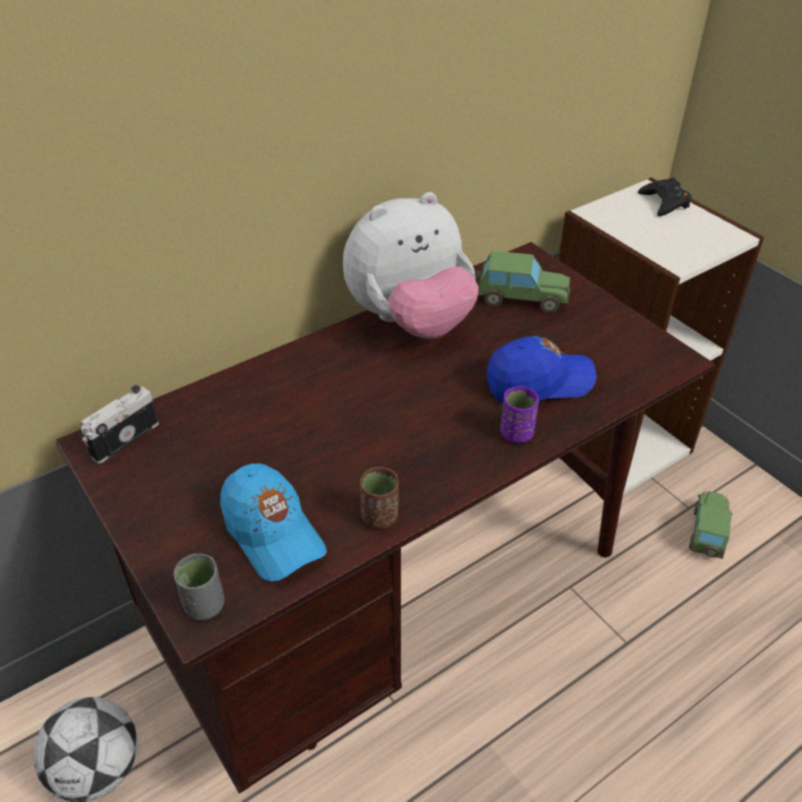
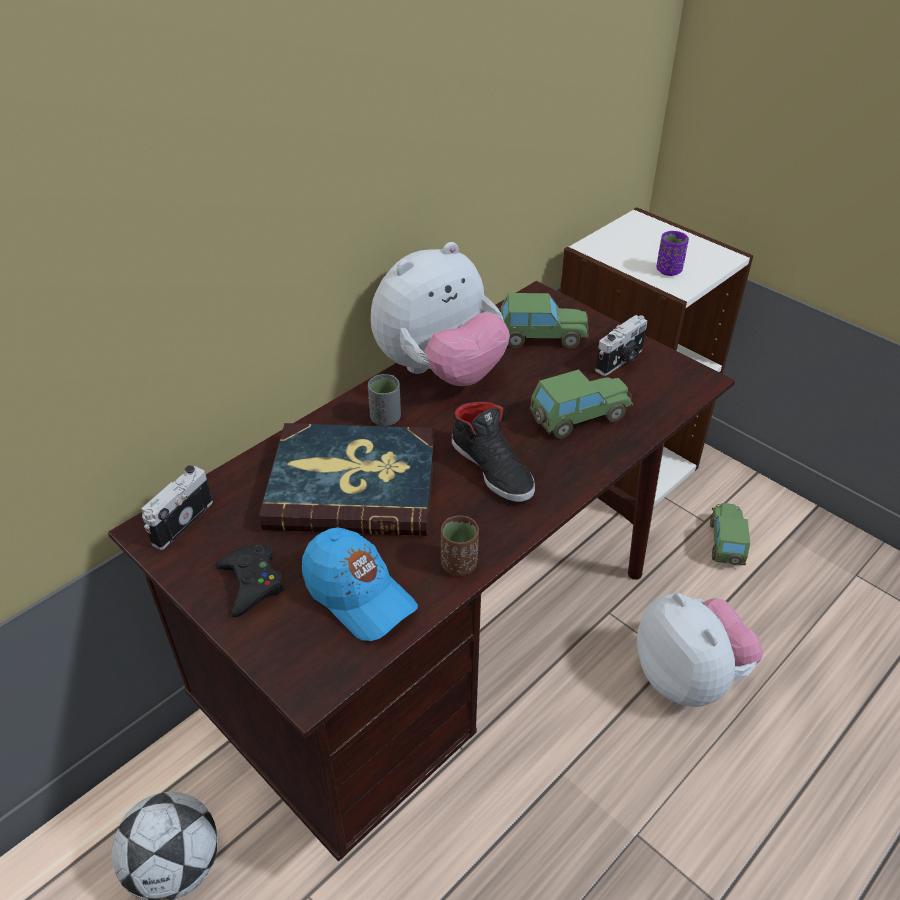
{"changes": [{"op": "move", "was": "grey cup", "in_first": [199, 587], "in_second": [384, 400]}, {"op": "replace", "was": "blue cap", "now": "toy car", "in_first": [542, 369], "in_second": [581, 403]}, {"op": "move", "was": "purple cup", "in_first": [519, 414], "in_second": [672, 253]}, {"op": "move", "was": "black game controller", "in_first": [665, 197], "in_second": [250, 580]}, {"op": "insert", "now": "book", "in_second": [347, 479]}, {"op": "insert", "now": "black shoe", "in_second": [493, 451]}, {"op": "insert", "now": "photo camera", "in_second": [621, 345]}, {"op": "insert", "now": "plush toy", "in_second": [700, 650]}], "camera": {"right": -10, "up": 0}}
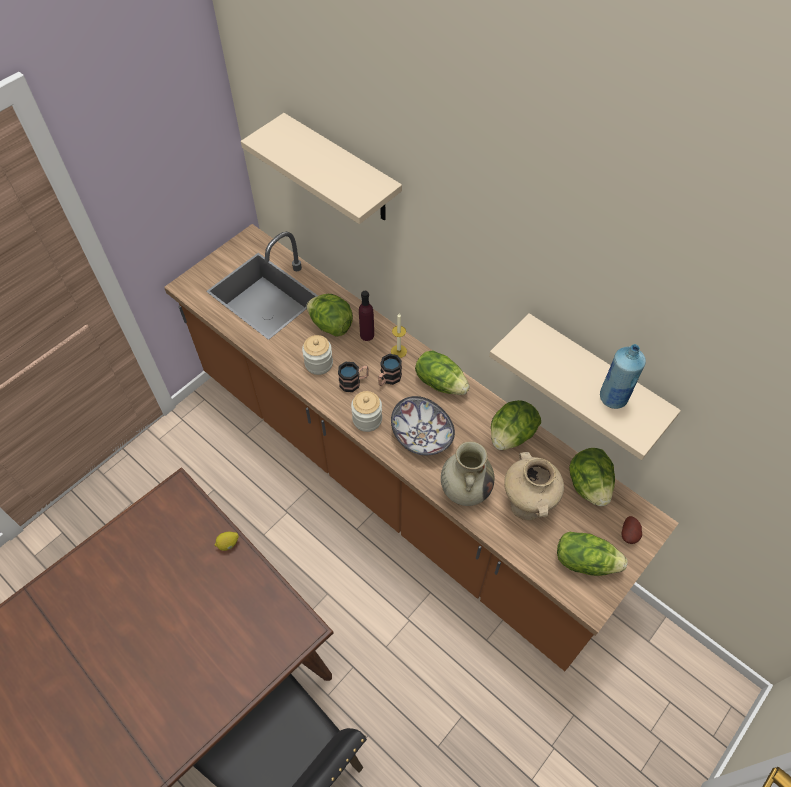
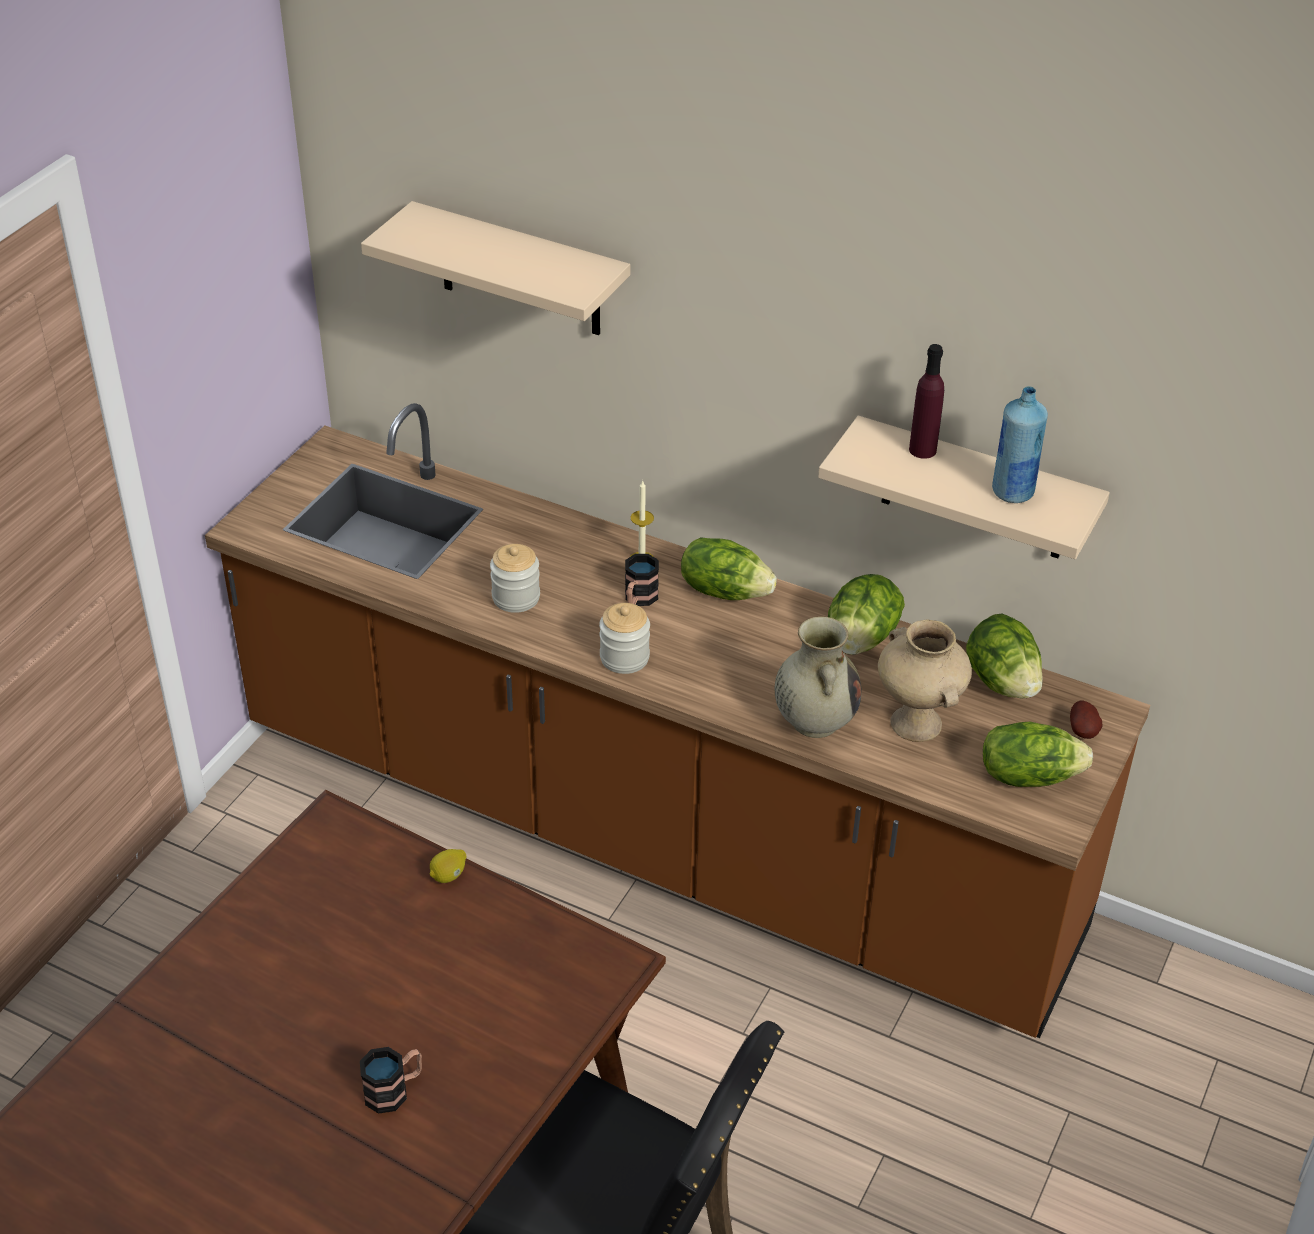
{"changes": [{"op": "delete", "was": "lettuce", "in_first": [329, 315]}, {"op": "move", "was": "mug", "in_first": [353, 377], "in_second": [391, 1080]}, {"op": "move", "was": "purple bottle", "in_first": [366, 316], "in_second": [926, 401]}, {"op": "delete", "was": "bowl", "in_first": [423, 425]}], "camera": {"right": -15, "up": -15}}
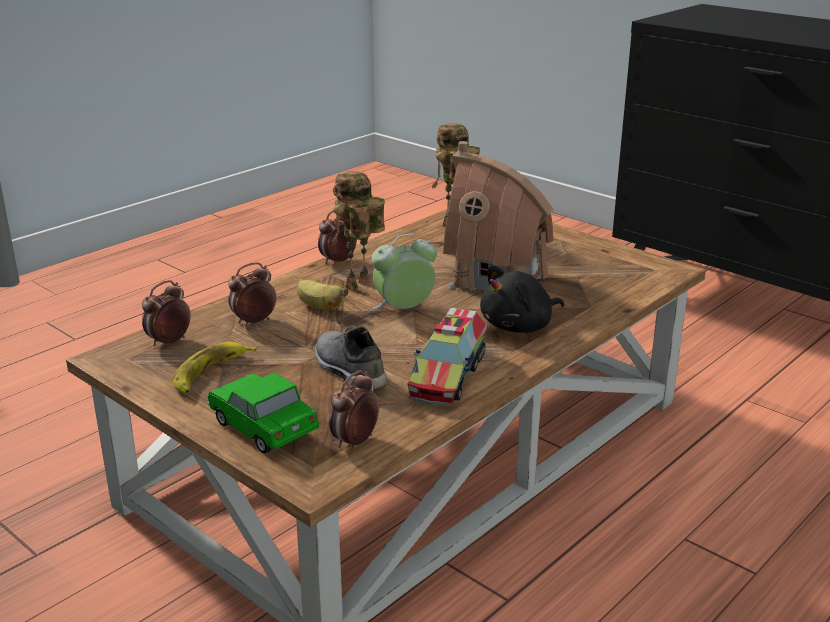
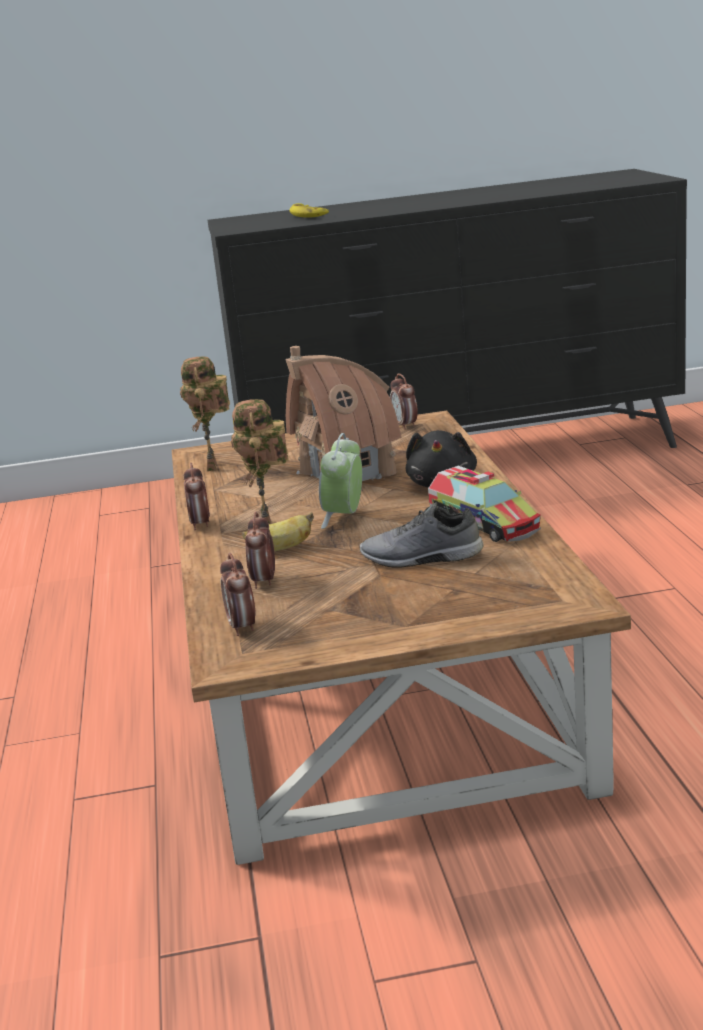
{"changes": [{"op": "move", "was": "banana", "in_first": [214, 368], "in_second": [309, 210]}, {"op": "delete", "was": "toy car", "in_first": [263, 413]}, {"op": "move", "was": "alarm clock", "in_first": [354, 410], "in_second": [404, 402]}], "camera": {"right": -50, "up": -5}}
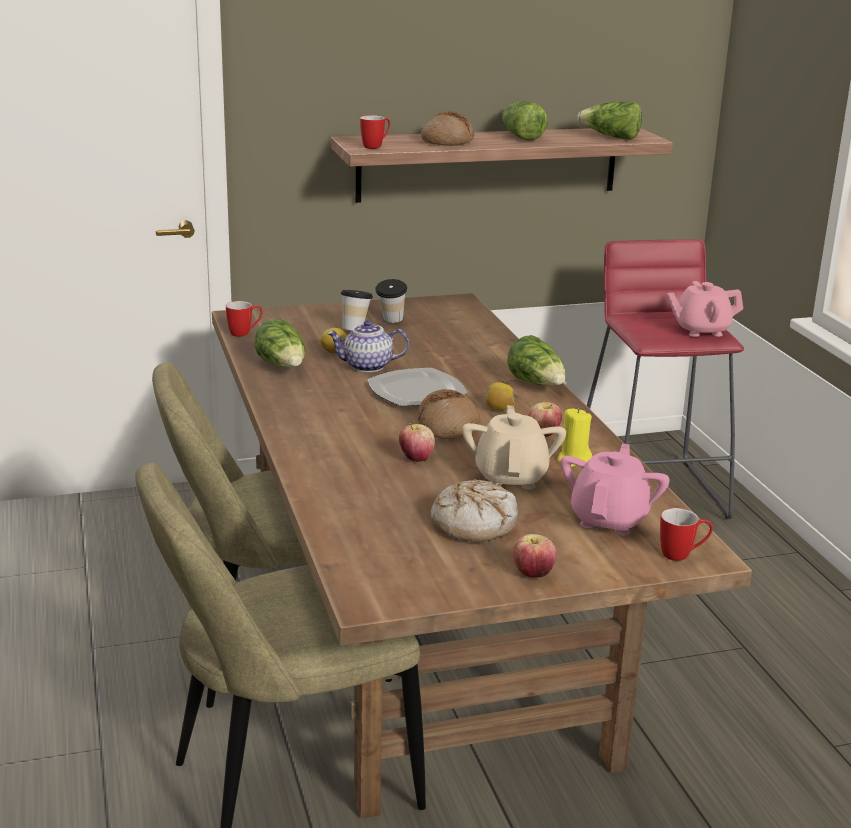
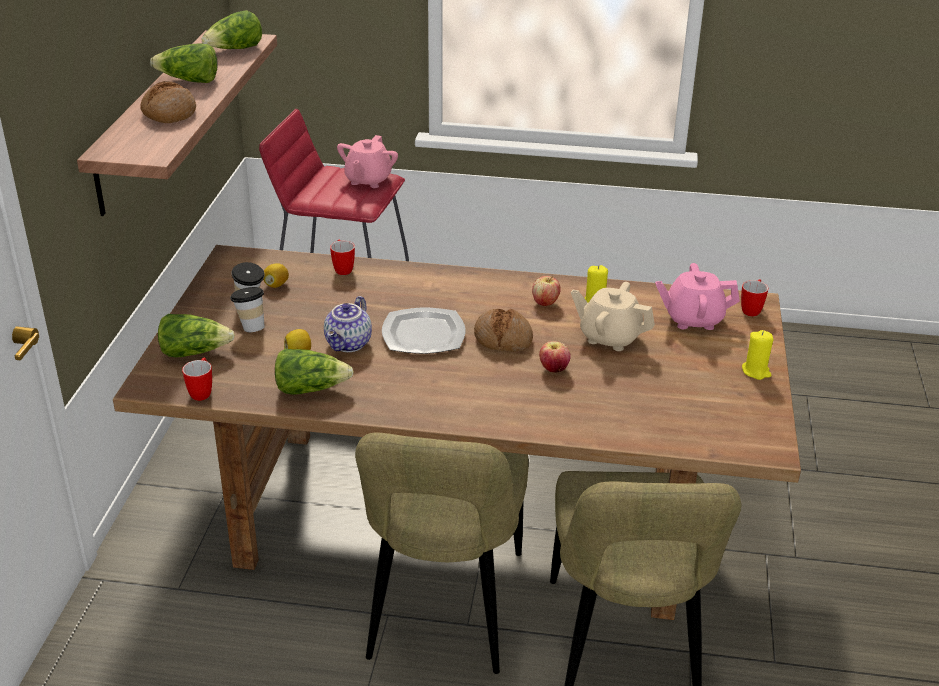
{"changes": [{"op": "move", "was": "mug", "in_first": [375, 132], "in_second": [342, 257]}, {"op": "delete", "was": "bread", "in_first": [474, 510]}, {"op": "move", "was": "lemon", "in_first": [500, 396], "in_second": [276, 275]}, {"op": "move", "was": "lettuce", "in_first": [536, 360], "in_second": [196, 336]}, {"op": "replace", "was": "apple", "now": "yellow candle", "in_first": [534, 556], "in_second": [758, 355]}, {"op": "rotate", "was": "pink teapot", "in_first": [615, 489], "in_second": [697, 296], "clockwise": -45}], "camera": {"right": -65, "up": 10}}
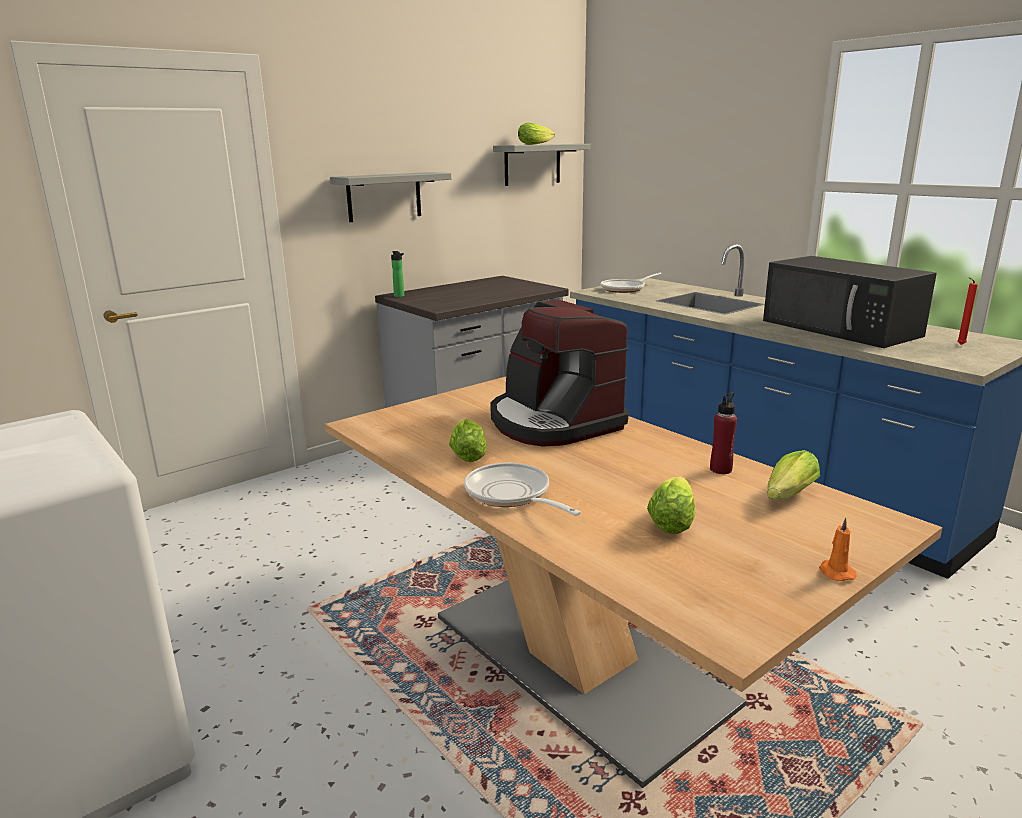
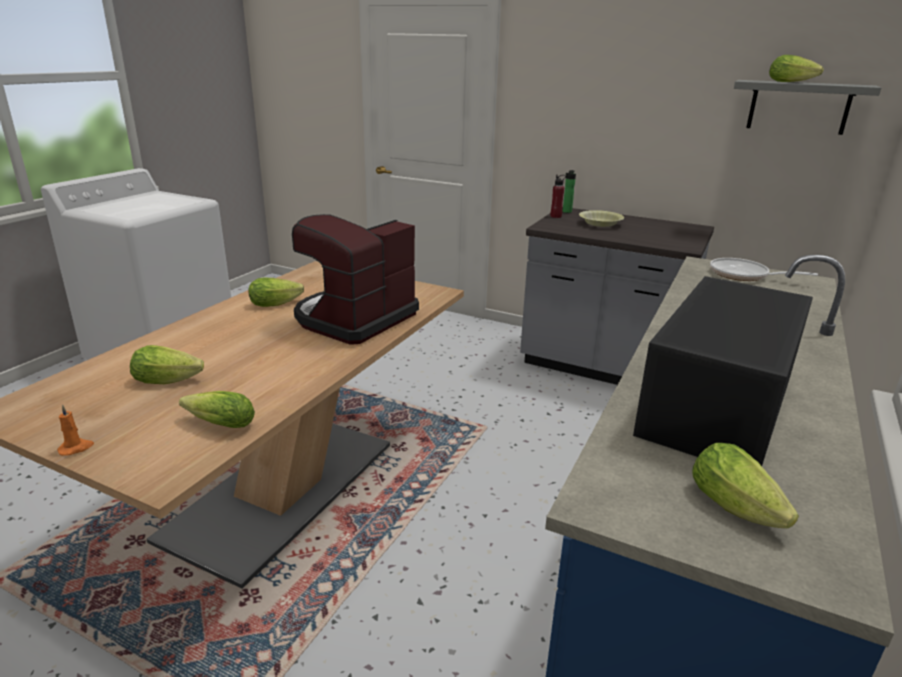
{"changes": [{"op": "delete", "was": "grey shelf", "in_first": [390, 197]}, {"op": "delete", "was": "frying pan", "in_first": [522, 489]}, {"op": "move", "was": "red bottle", "in_first": [723, 433], "in_second": [558, 196]}, {"op": "replace", "was": "red candle", "now": "lettuce", "in_first": [967, 311], "in_second": [745, 485]}, {"op": "insert", "now": "yellow bowl", "in_second": [601, 218]}], "camera": {"right": 65, "up": 5}}
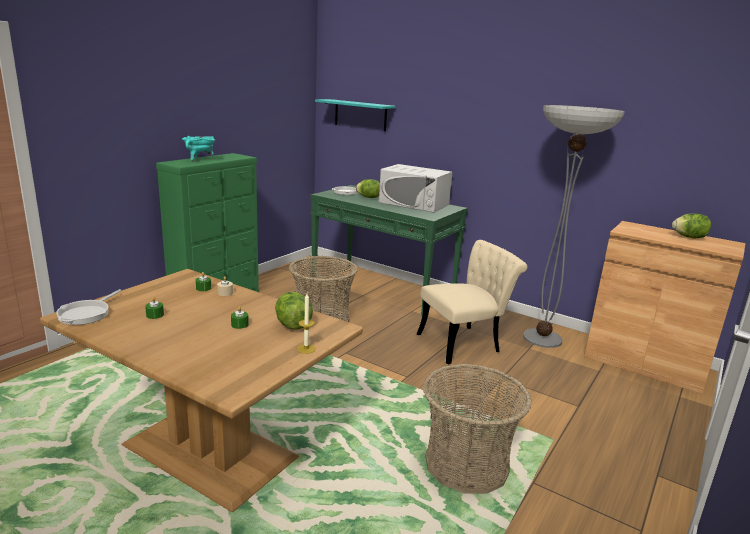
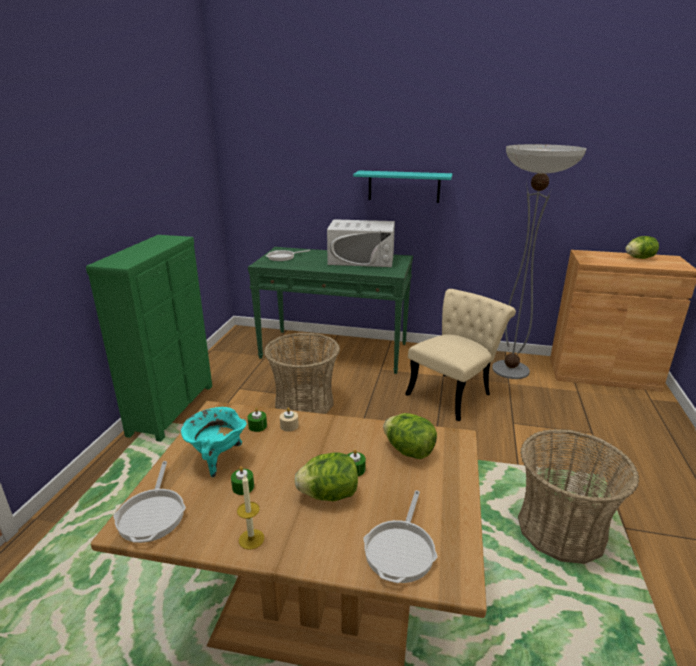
{"changes": [{"op": "move", "was": "turquoise cooking pot", "in_first": [198, 149], "in_second": [214, 442]}, {"op": "move", "was": "candle", "in_first": [306, 324], "in_second": [250, 512]}, {"op": "move", "was": "turquoise shelf", "in_first": [355, 115], "in_second": [402, 187]}, {"op": "move", "was": "lettuce", "in_first": [368, 188], "in_second": [326, 476]}, {"op": "insert", "now": "frying pan", "in_second": [400, 536]}], "camera": {"right": -20, "up": 5}}
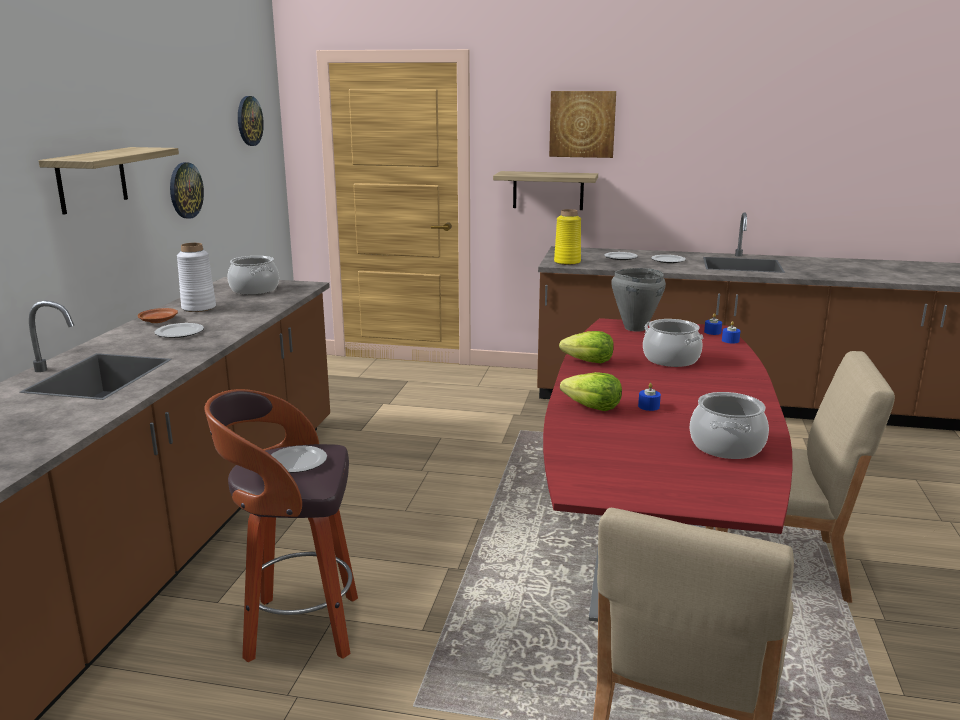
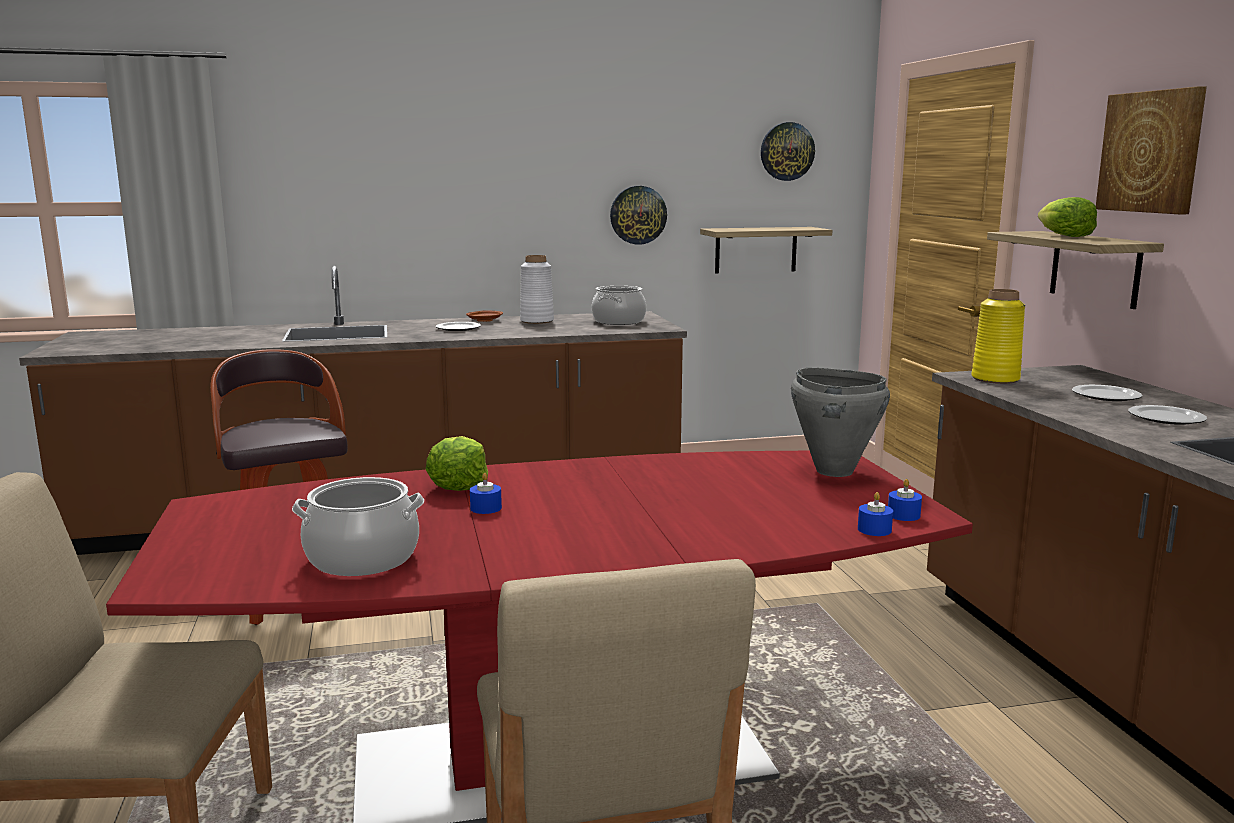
{"changes": [{"op": "move", "was": "shelf", "in_first": [109, 181], "in_second": [766, 250]}, {"op": "delete", "was": "plate", "in_first": [299, 459]}, {"op": "move", "was": "lettuce", "in_first": [586, 347], "in_second": [1067, 217]}, {"op": "delete", "was": "cooking pot", "in_first": [673, 343]}], "camera": {"right": 65, "up": -5}}
